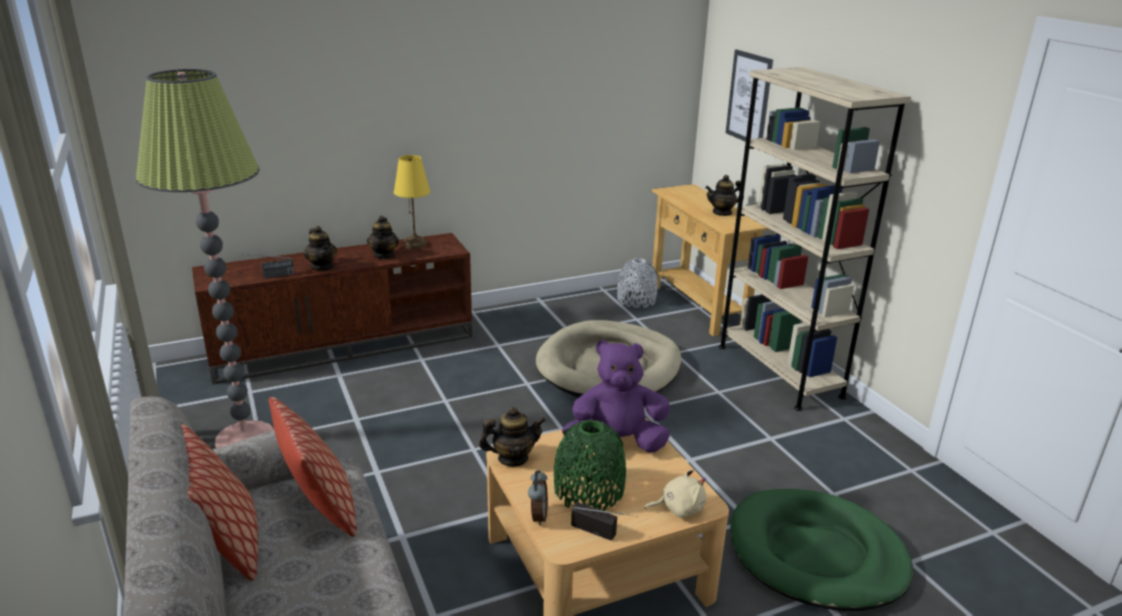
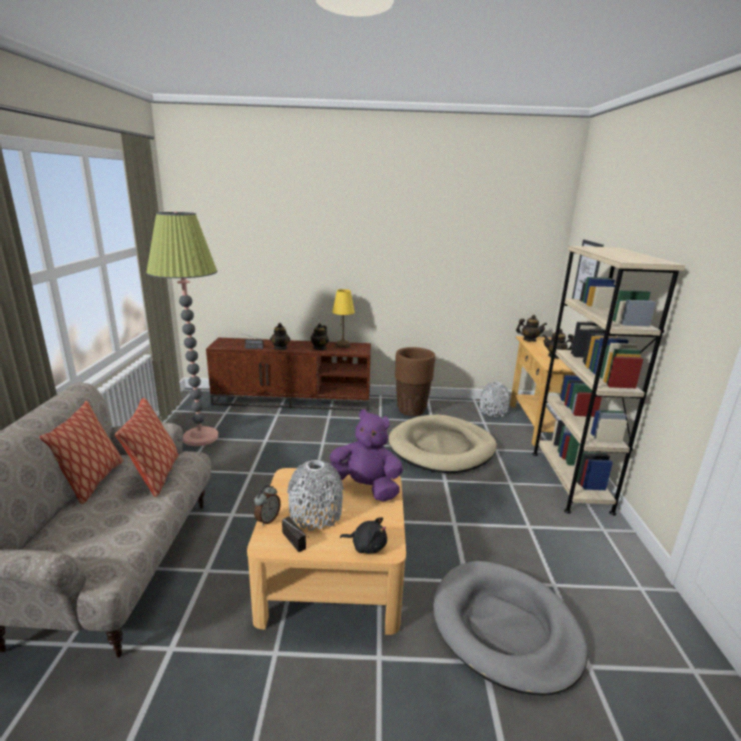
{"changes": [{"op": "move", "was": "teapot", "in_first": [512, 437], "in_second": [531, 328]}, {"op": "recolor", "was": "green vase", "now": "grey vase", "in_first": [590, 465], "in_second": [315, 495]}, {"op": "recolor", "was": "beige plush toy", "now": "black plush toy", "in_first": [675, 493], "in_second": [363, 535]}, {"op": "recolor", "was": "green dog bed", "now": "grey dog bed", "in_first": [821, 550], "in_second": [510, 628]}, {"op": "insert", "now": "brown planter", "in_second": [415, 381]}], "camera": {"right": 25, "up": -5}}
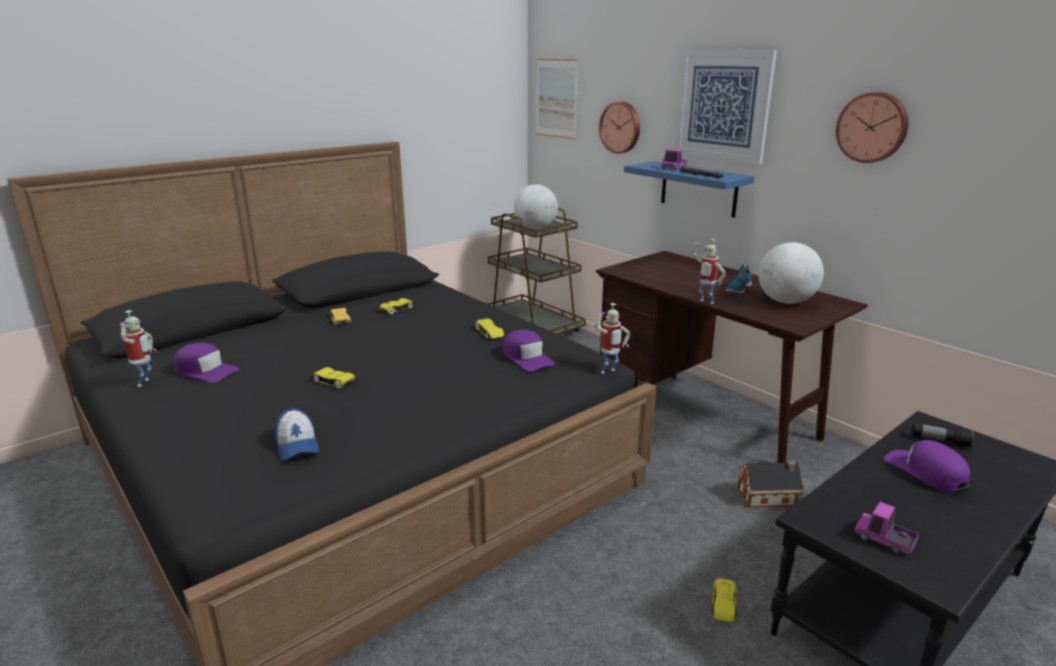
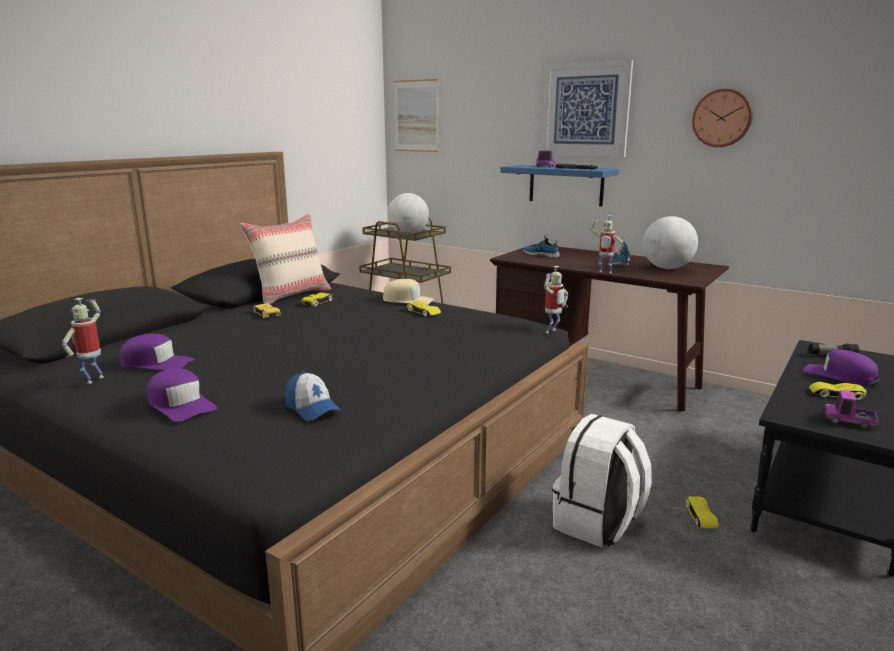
{"changes": [{"op": "rotate", "was": "toy robot", "in_first": [138, 348], "in_second": [83, 341], "clockwise": -150}, {"op": "move", "was": "yellow toy car", "in_first": [332, 378], "in_second": [838, 391]}, {"op": "move", "was": "purple cap", "in_first": [529, 350], "in_second": [182, 395]}, {"op": "delete", "was": "wall clock", "in_first": [619, 128]}, {"op": "delete", "was": "toy house", "in_first": [770, 484]}, {"op": "insert", "now": "beige pillow", "in_second": [285, 258]}, {"op": "insert", "now": "beige cap", "in_second": [408, 292]}, {"op": "insert", "now": "shoe", "in_second": [541, 246]}, {"op": "insert", "now": "white backpack", "in_second": [602, 480]}], "camera": {"right": -15, "up": -5}}
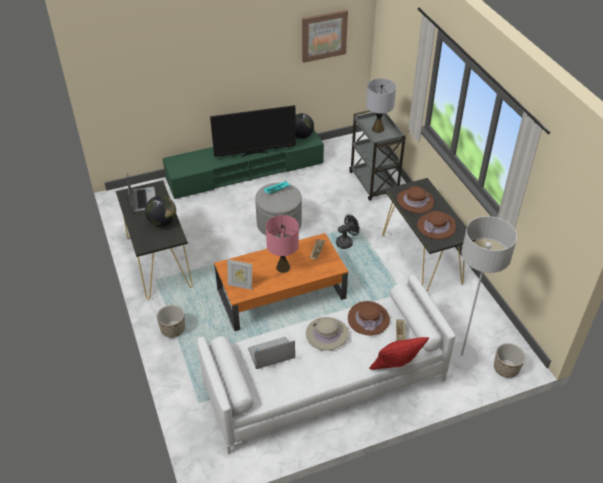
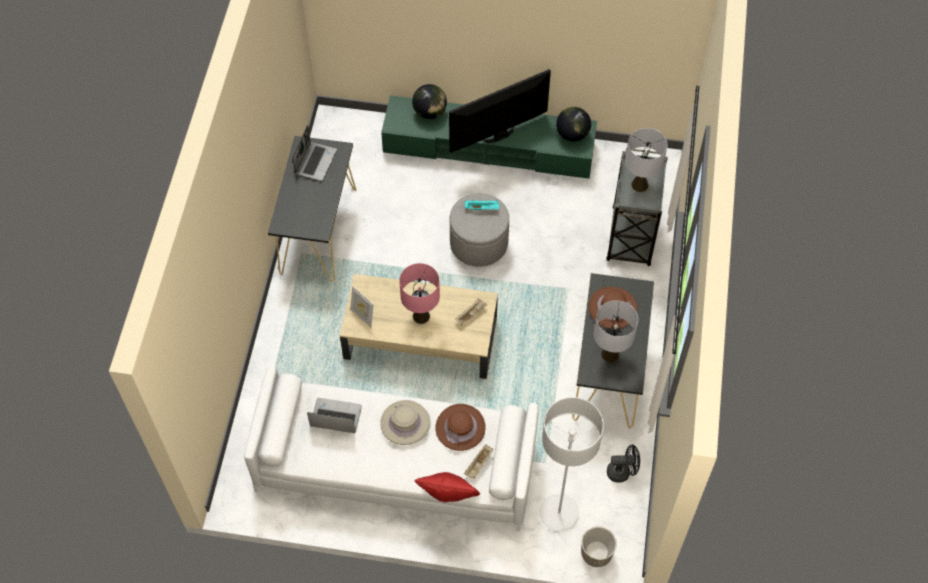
{"changes": [{"op": "move", "was": "globe", "in_first": [160, 211], "in_second": [429, 101]}, {"op": "delete", "was": "planter", "in_first": [171, 321]}, {"op": "rotate", "was": "television", "in_first": [253, 131], "in_second": [500, 111], "clockwise": 135}, {"op": "recolor", "was": "orange coffee table", "now": "beige coffee table", "in_first": [281, 282], "in_second": [419, 326]}, {"op": "delete", "was": "picture", "in_first": [325, 36]}, {"op": "move", "was": "black fan", "in_first": [348, 231], "in_second": [623, 464]}, {"op": "replace", "was": "brown hat", "now": "grey table lamp", "in_first": [436, 225], "in_second": [616, 331]}], "camera": {"right": 30, "up": 15}}
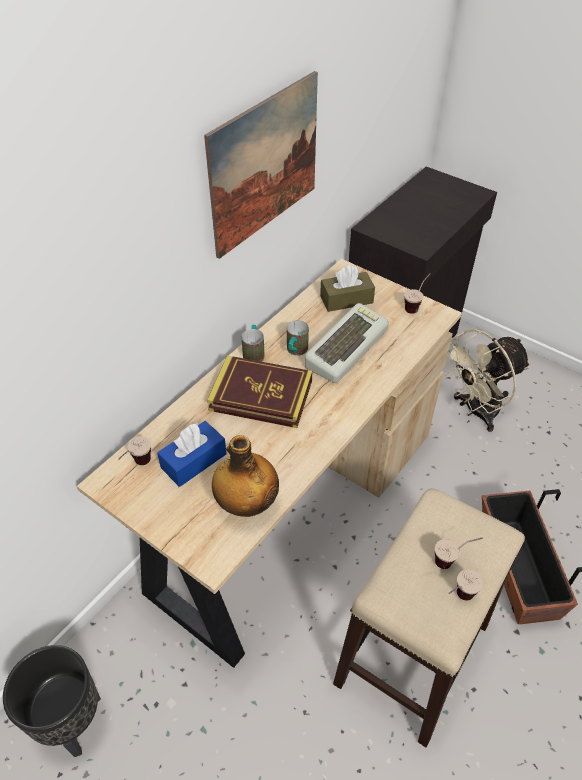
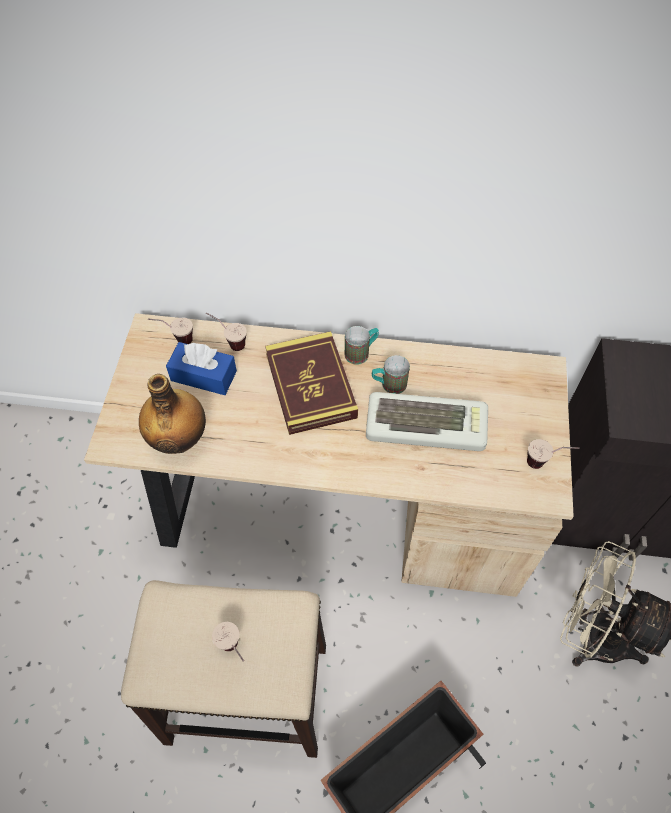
{"changes": [{"op": "delete", "was": "black planter", "in_first": [52, 701]}, {"op": "delete", "was": "picture", "in_first": [261, 165]}, {"op": "delete", "was": "brown tissue box", "in_first": [347, 288]}, {"op": "move", "was": "cup", "in_first": [466, 585], "in_second": [226, 332]}], "camera": {"right": 60, "up": 10}}
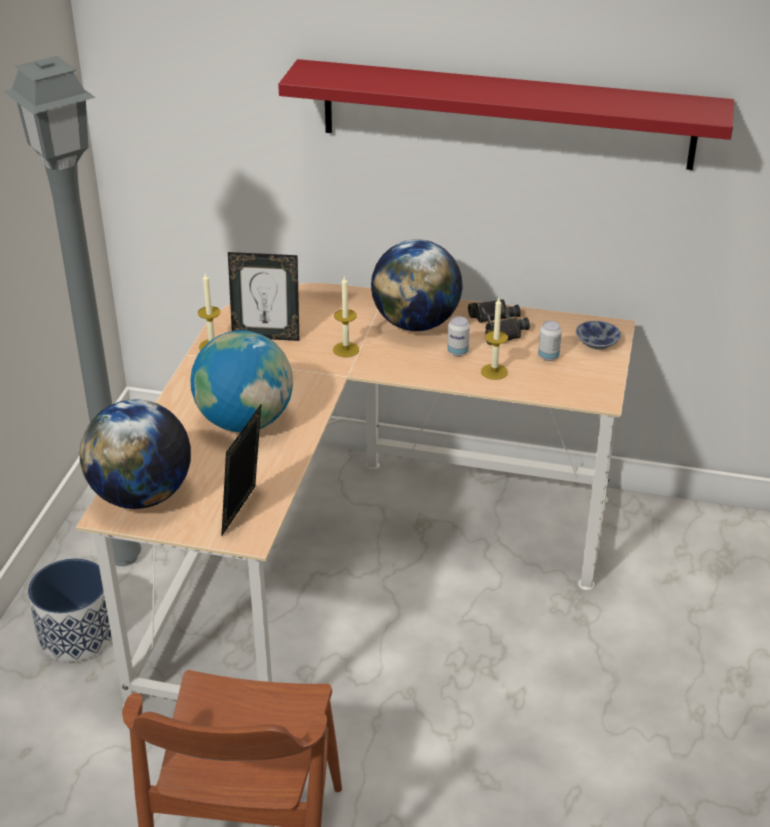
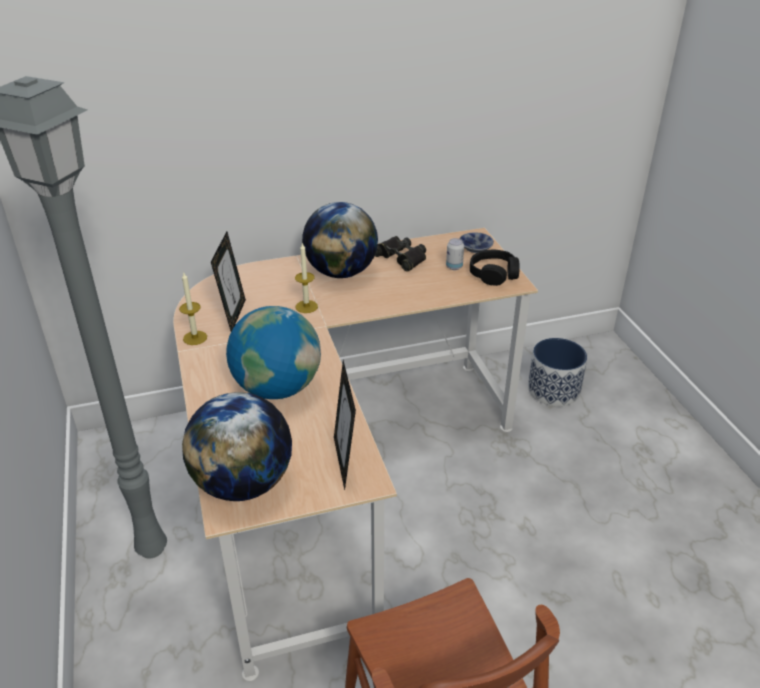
{"changes": [{"op": "move", "was": "planter", "in_first": [70, 610], "in_second": [557, 372]}, {"op": "rotate", "was": "picture frame", "in_first": [263, 296], "in_second": [228, 281], "clockwise": -60}, {"op": "delete", "was": "red shelf", "in_first": [506, 114]}, {"op": "delete", "was": "can", "in_first": [458, 336]}, {"op": "delete", "was": "candle", "in_first": [494, 339]}, {"op": "insert", "now": "black headphones", "in_second": [495, 268]}], "camera": {"right": -30, "up": 0}}
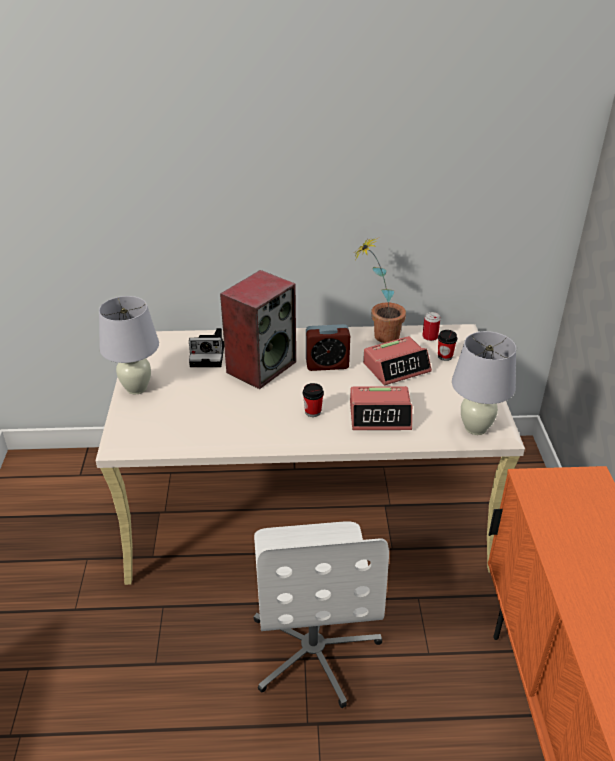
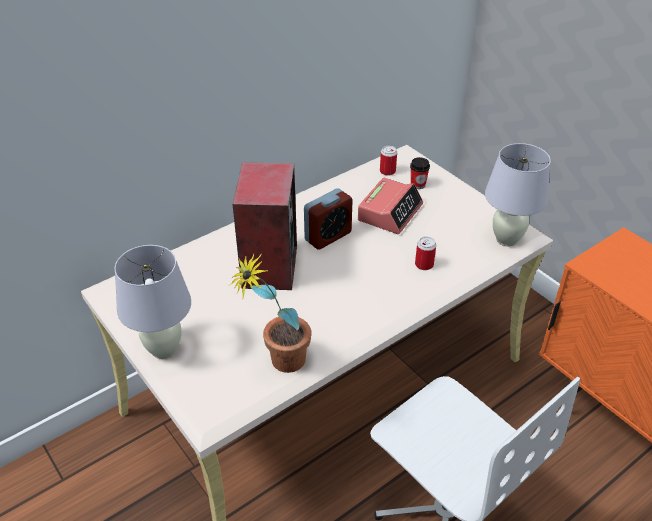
{"changes": [{"op": "delete", "was": "photo camera", "in_first": [206, 347]}, {"op": "delete", "was": "cup", "in_first": [313, 400]}, {"op": "replace", "was": "alarm clock", "now": "can", "in_first": [381, 408], "in_second": [425, 253]}, {"op": "move", "was": "potted plant", "in_first": [380, 290], "in_second": [270, 313]}], "camera": {"right": -35, "up": 5}}
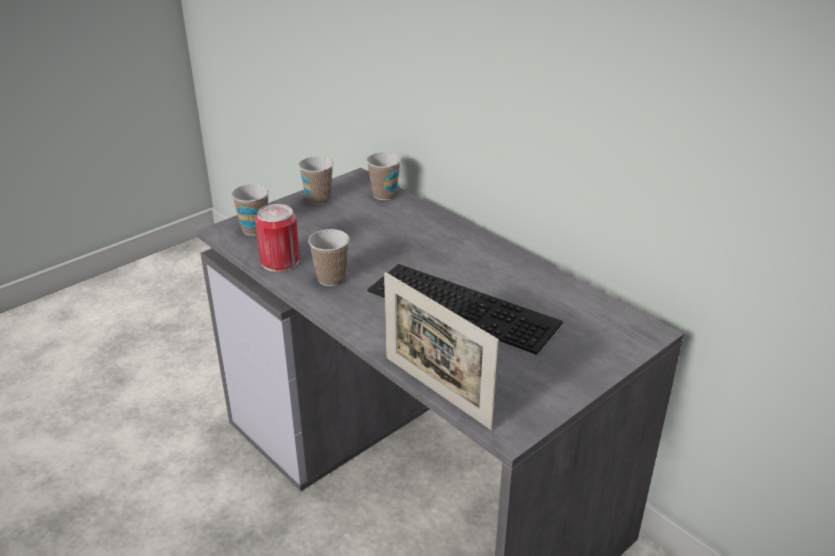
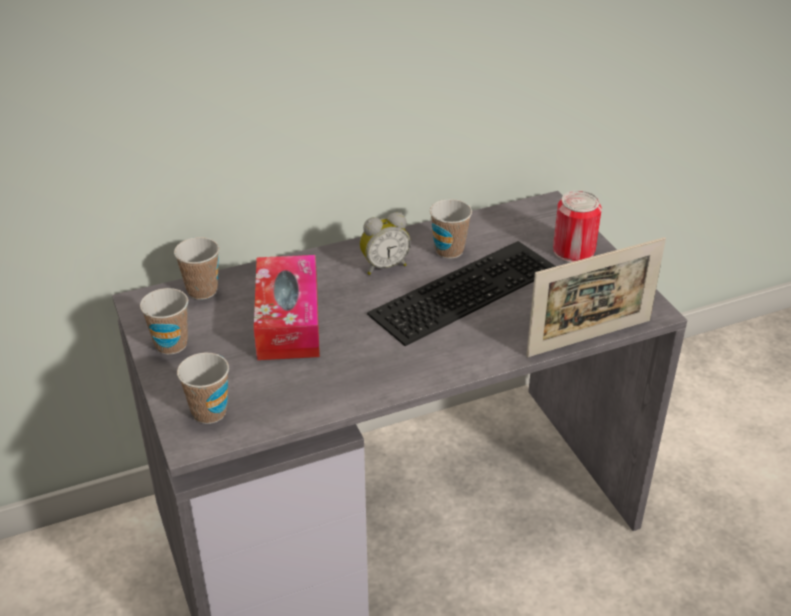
{"changes": [{"op": "move", "was": "can", "in_first": [277, 238], "in_second": [577, 226]}, {"op": "move", "was": "cup", "in_first": [329, 257], "in_second": [451, 229]}, {"op": "insert", "now": "tissue box", "in_second": [287, 307]}, {"op": "insert", "now": "alarm clock", "in_second": [385, 243]}], "camera": {"right": -70, "up": 5}}
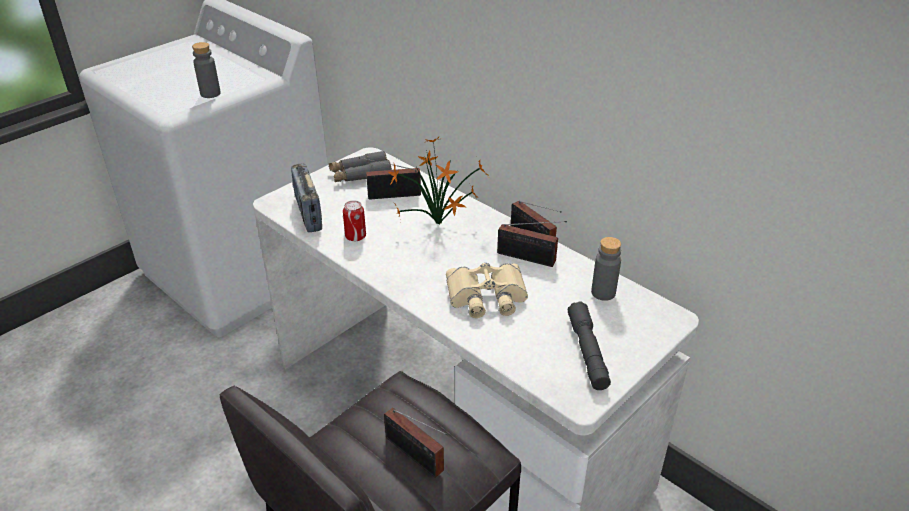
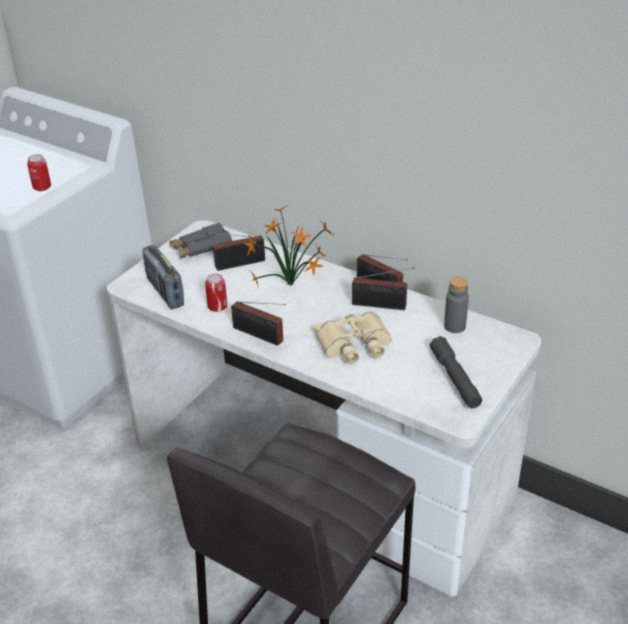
{"changes": [{"op": "replace", "was": "grey bottle", "now": "can", "in_first": [206, 70], "in_second": [39, 172]}, {"op": "move", "was": "radio", "in_first": [416, 443], "in_second": [258, 323]}], "camera": {"right": -10, "up": 0}}
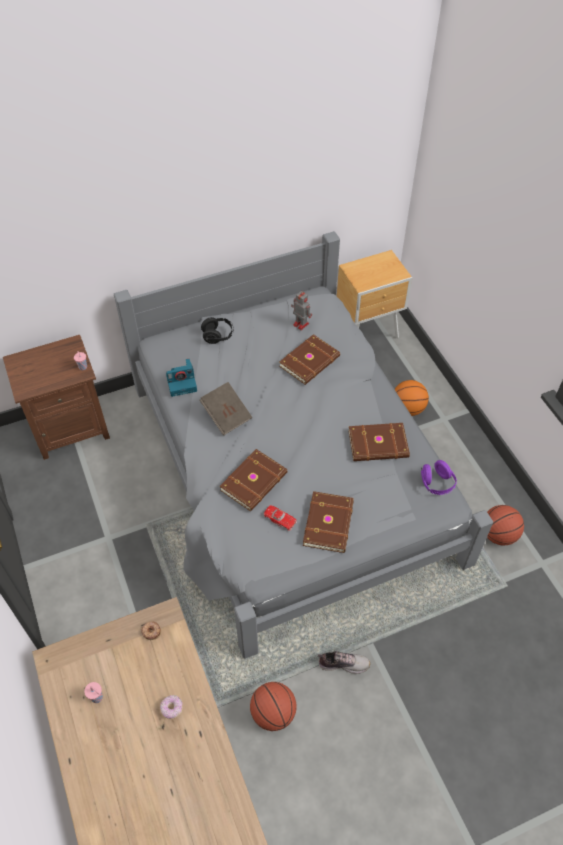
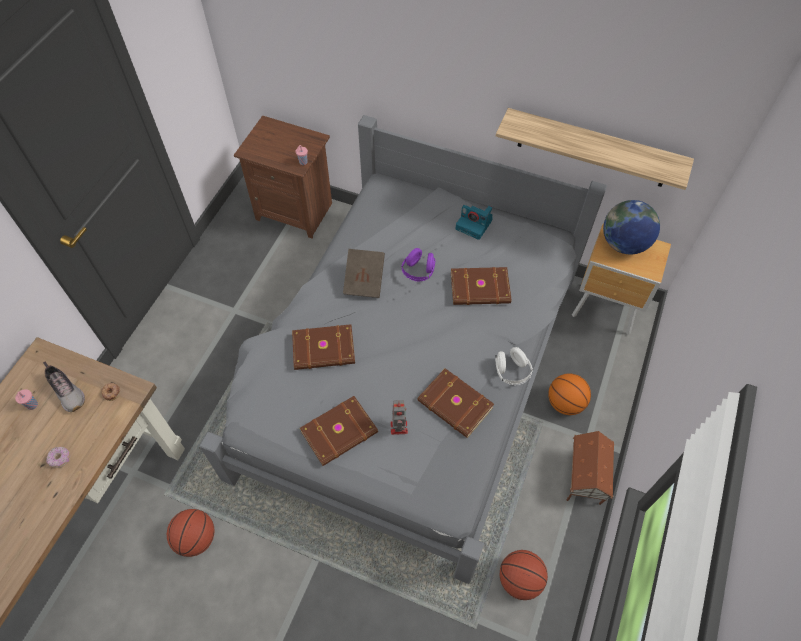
{"changes": [{"op": "move", "was": "photo camera", "in_first": [181, 378], "in_second": [474, 222]}, {"op": "delete", "was": "black headphones", "in_first": [217, 330]}, {"op": "delete", "was": "red toy car", "in_first": [280, 518]}, {"op": "move", "was": "toy robot", "in_first": [301, 310], "in_second": [399, 417]}, {"op": "move", "was": "shoe", "in_first": [344, 662], "in_second": [64, 387]}, {"op": "move", "was": "purple headphones", "in_first": [439, 477], "in_second": [418, 264]}, {"op": "insert", "now": "white headphones", "in_second": [514, 366]}, {"op": "insert", "now": "shelf", "in_second": [595, 149]}, {"op": "insert", "now": "toy house", "in_second": [590, 468]}, {"op": "insert", "now": "globe", "in_second": [631, 227]}], "camera": {"right": 45, "up": 5}}
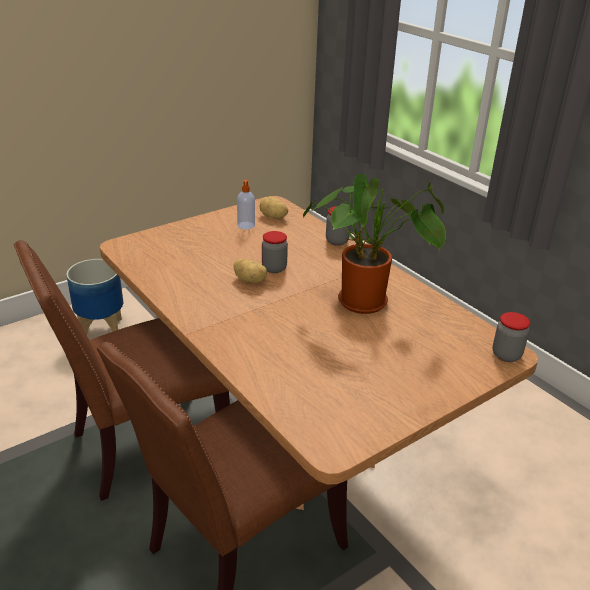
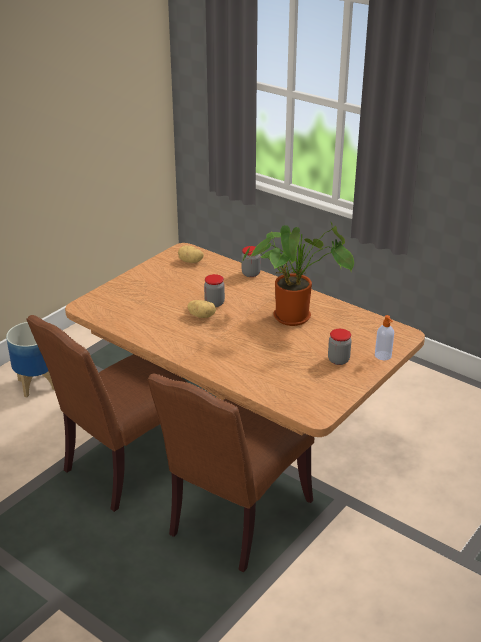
{"changes": [{"op": "move", "was": "soap dispenser", "in_first": [246, 205], "in_second": [384, 337]}, {"op": "move", "was": "jar", "in_first": [511, 337], "in_second": [340, 347]}], "camera": {"right": -15, "up": 0}}
